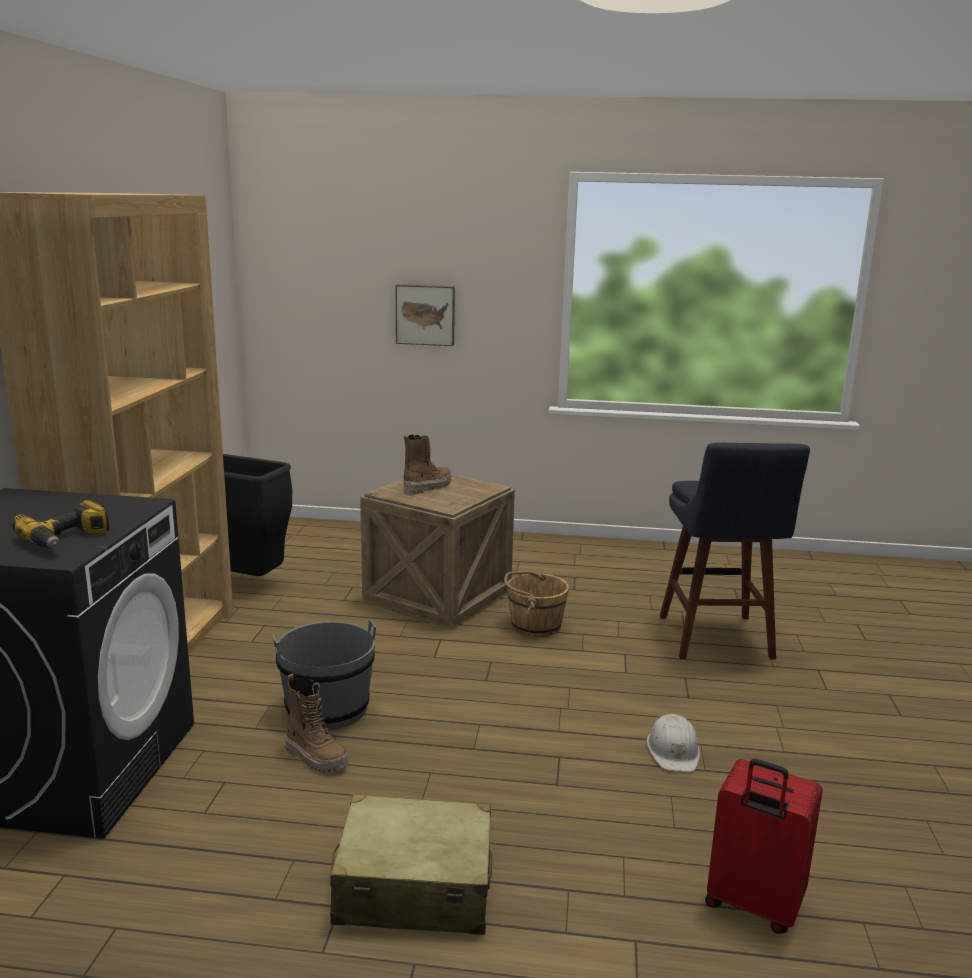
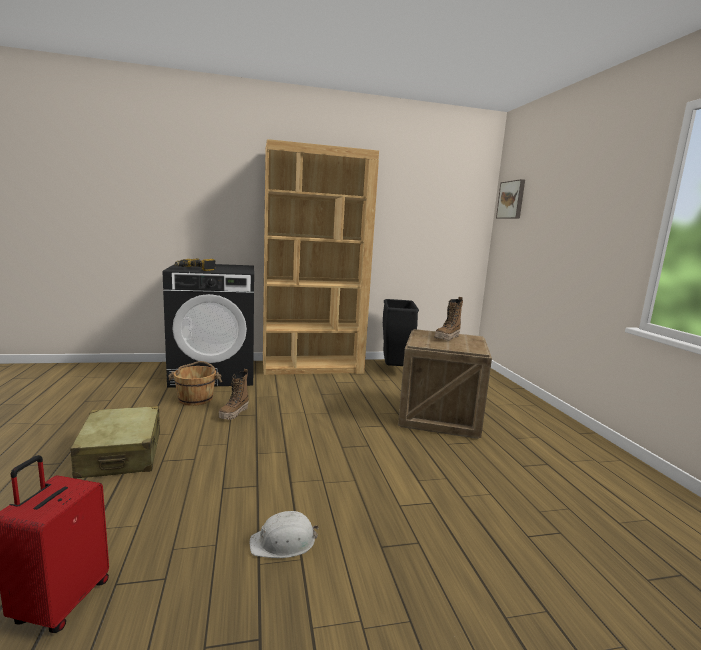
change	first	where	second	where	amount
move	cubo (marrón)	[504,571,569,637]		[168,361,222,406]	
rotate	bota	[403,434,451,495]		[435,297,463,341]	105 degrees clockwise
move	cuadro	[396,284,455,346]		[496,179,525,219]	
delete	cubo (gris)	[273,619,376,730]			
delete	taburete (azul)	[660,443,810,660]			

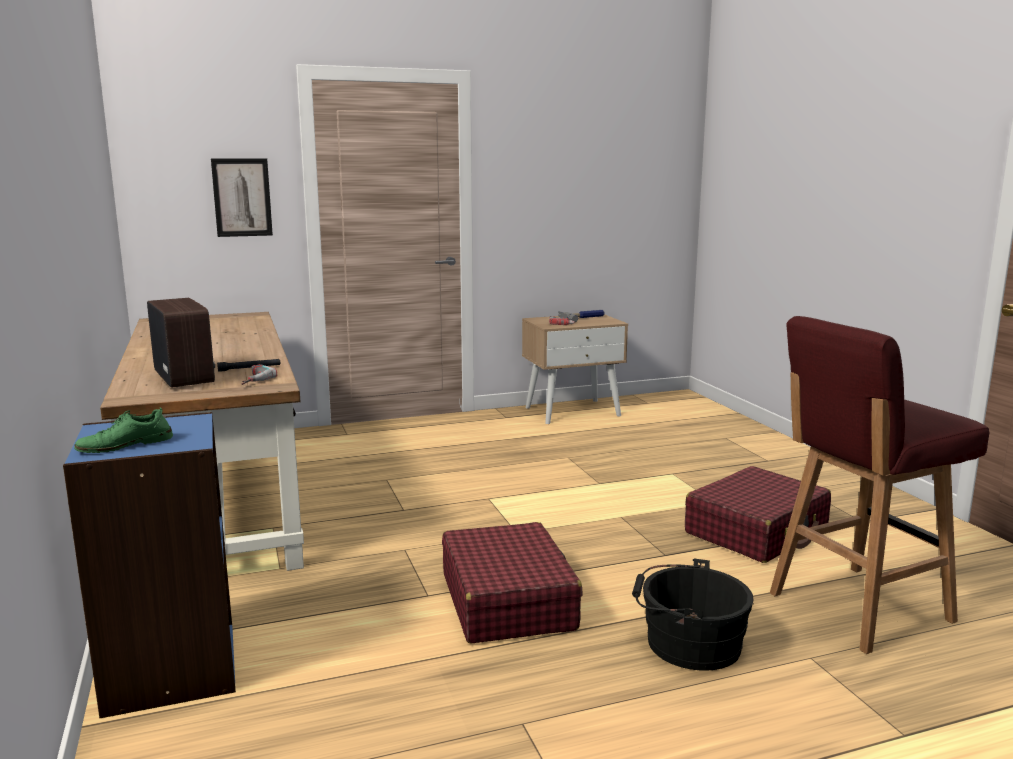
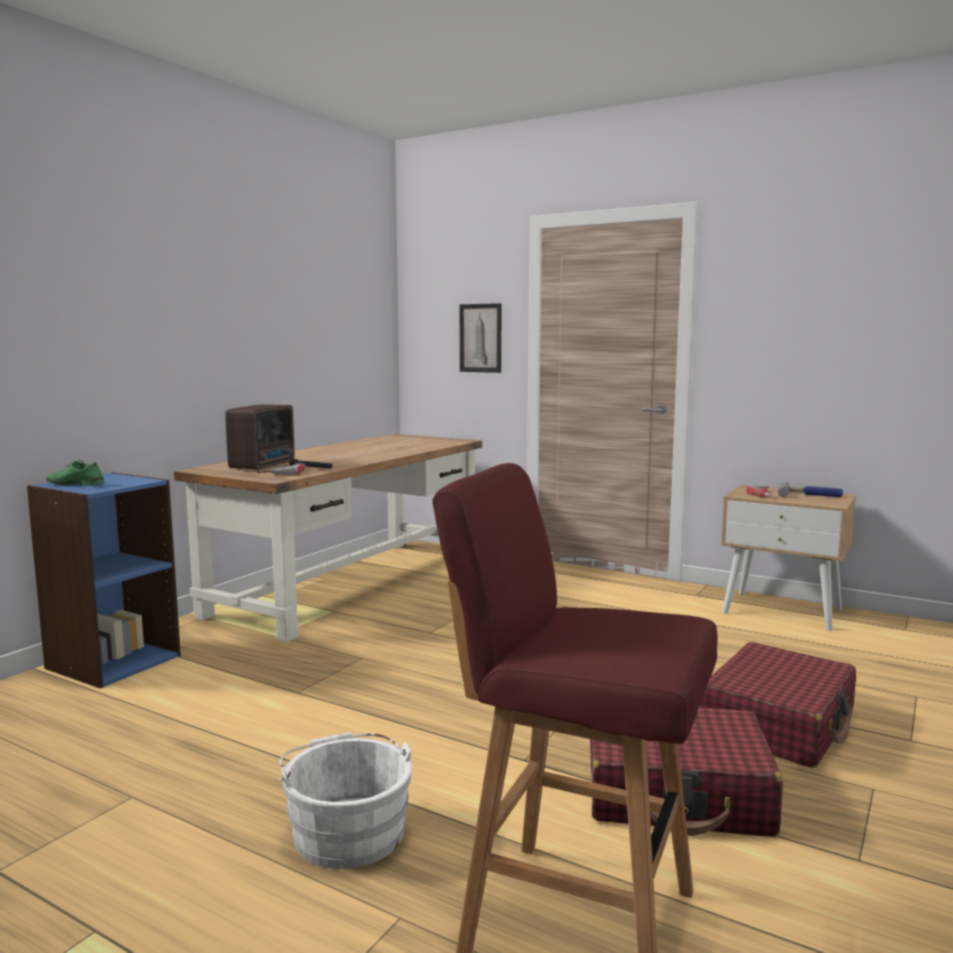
change	first	where	second	where	amount
recolor	cubo (negro)	[632,558,754,671]	cubo (blanco)	[279,732,413,869]	
move	maleta (rojo)	[442,522,583,643]		[699,642,856,768]	

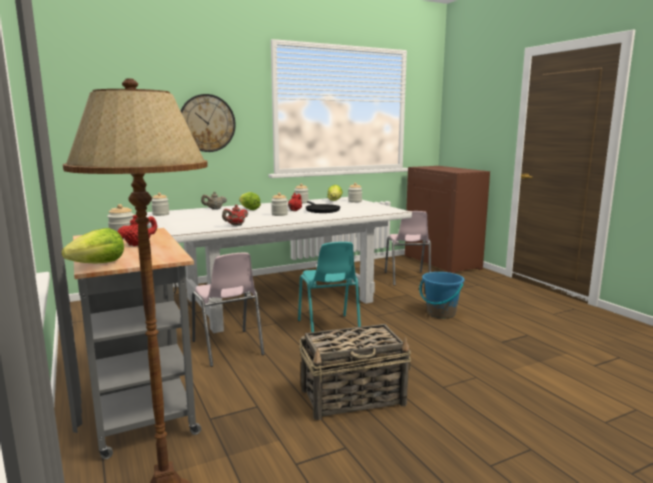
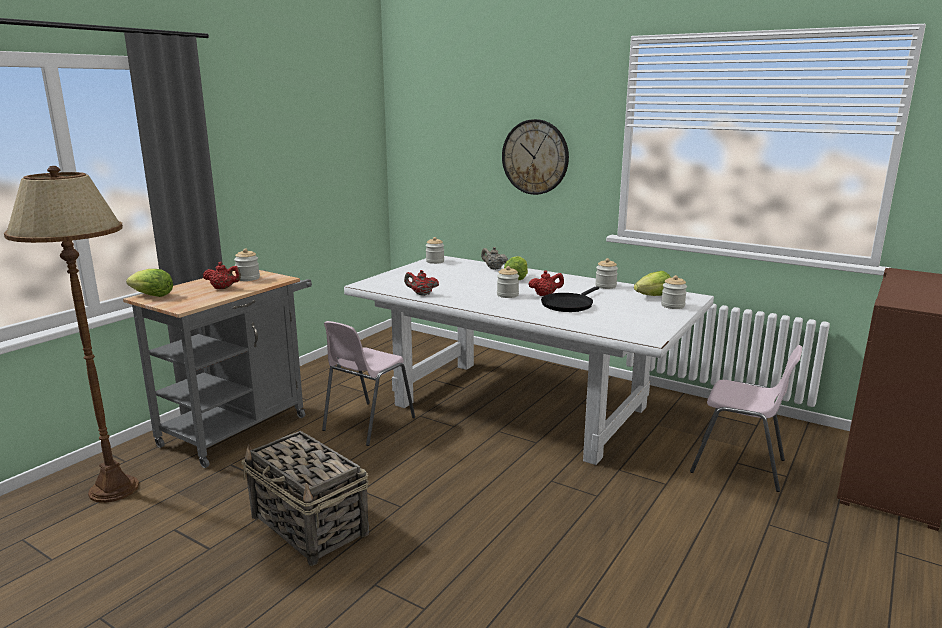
change	first	where	second	where	amount
rotate	silla (rosa)	[385,211,431,286]		[690,345,802,492]	120 degrees counterclockwise
delete	silla (turquesa)	[298,242,361,332]			
delete	cubo (azul)	[419,272,464,319]			

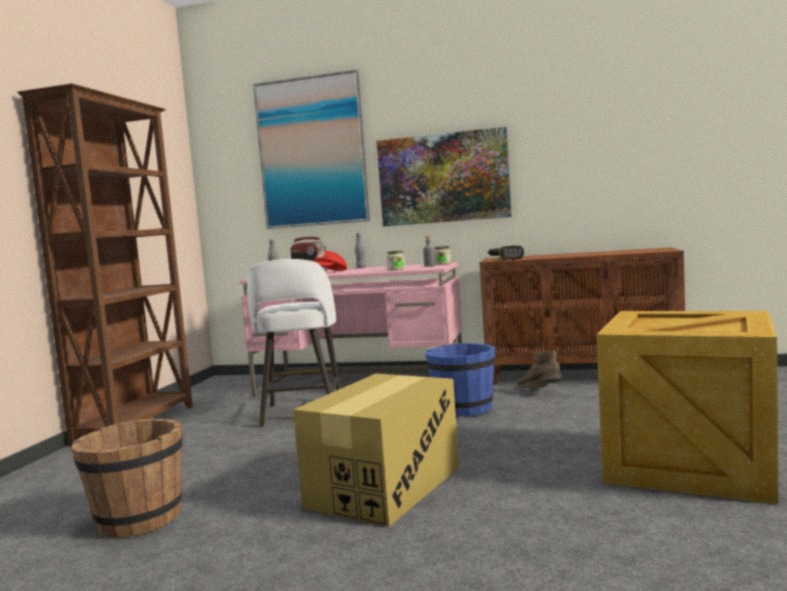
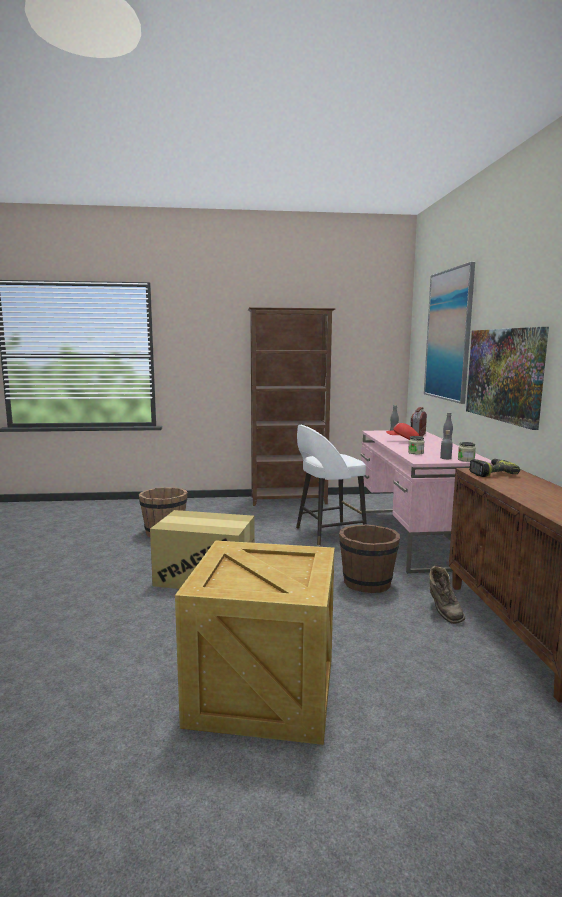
change	first	where	second	where	amount
recolor	cubo (azul)	[425,343,496,417]	cubo (marrón)	[339,524,400,593]	
rotate	bota (marrón)	[516,350,561,389]		[429,566,465,624]	135 degrees clockwise

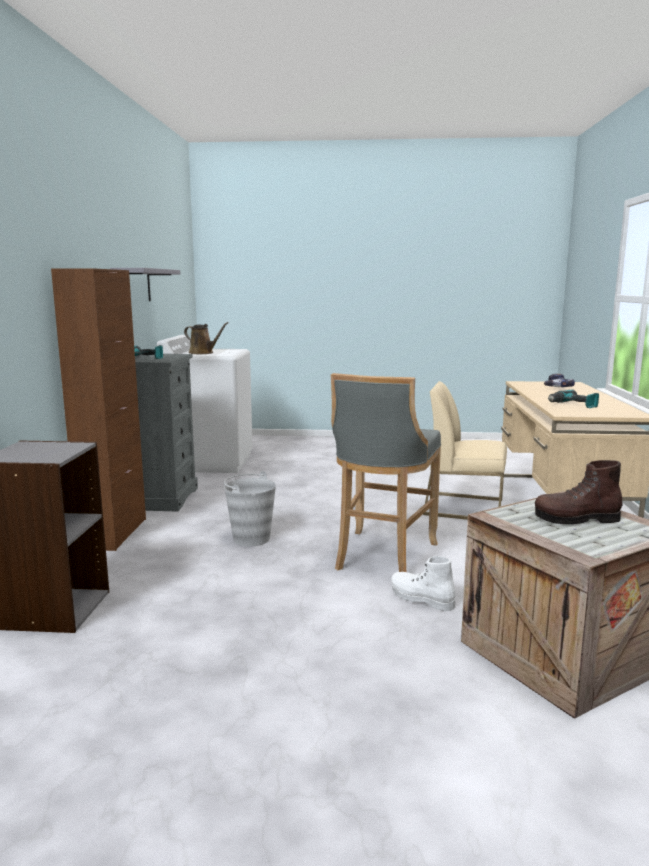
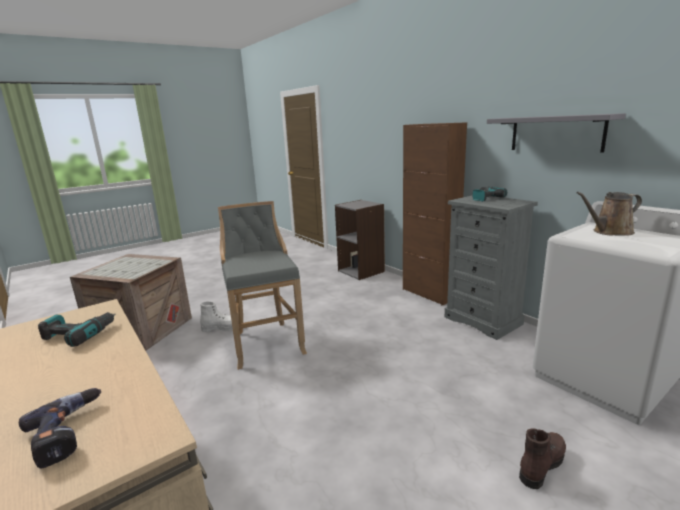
change	first	where	second	where	amount
move	bota (marrón)	[535,460,622,524]		[519,428,566,489]	
delete	cubo (gris)	[224,471,276,547]			
delete	silla (beis)	[423,381,507,520]			

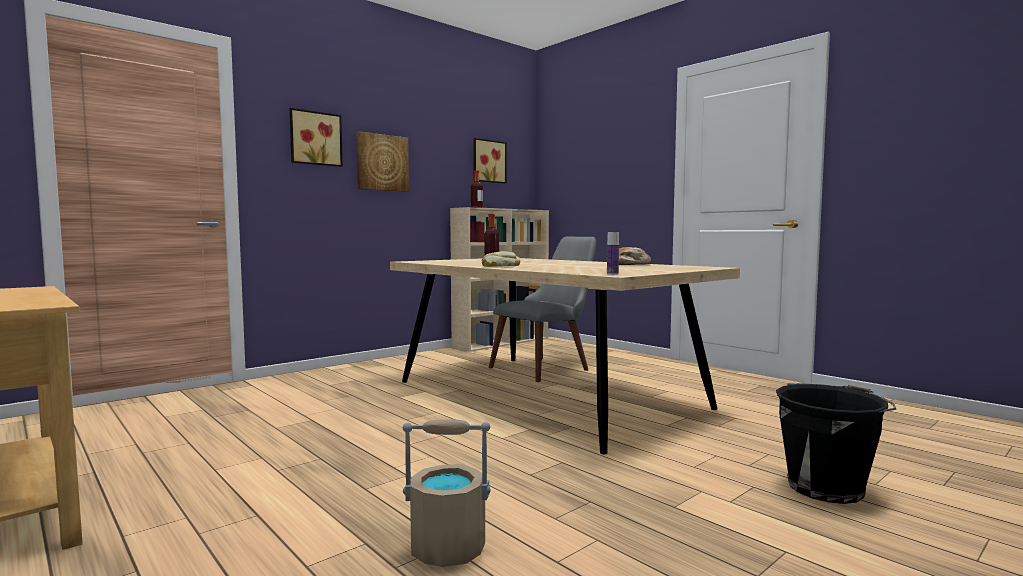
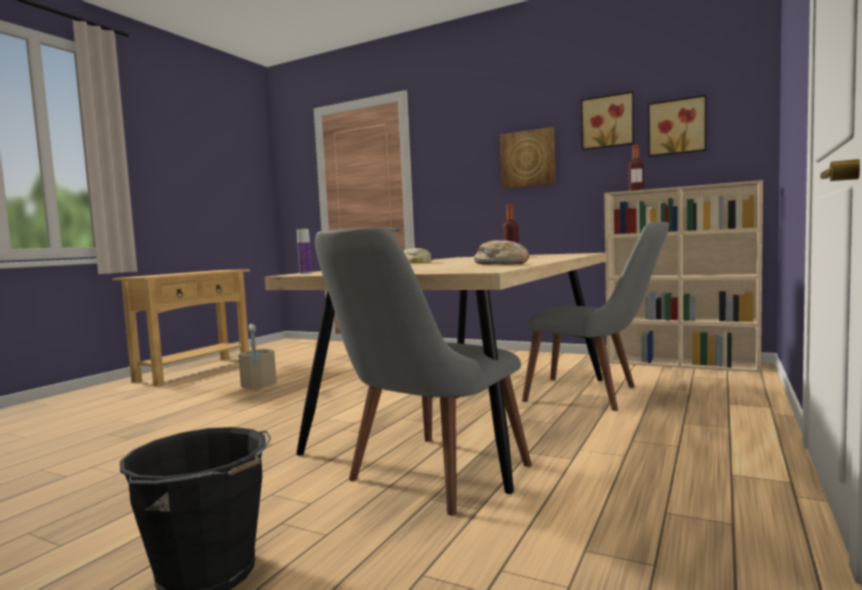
change	first	where	second	where	amount
move	cubo (beis)	[403,419,491,567]		[238,324,277,389]	
insert			silla (gris)	[315,227,532,516]	
move	cuadro	[290,108,343,167]		[581,91,634,150]	

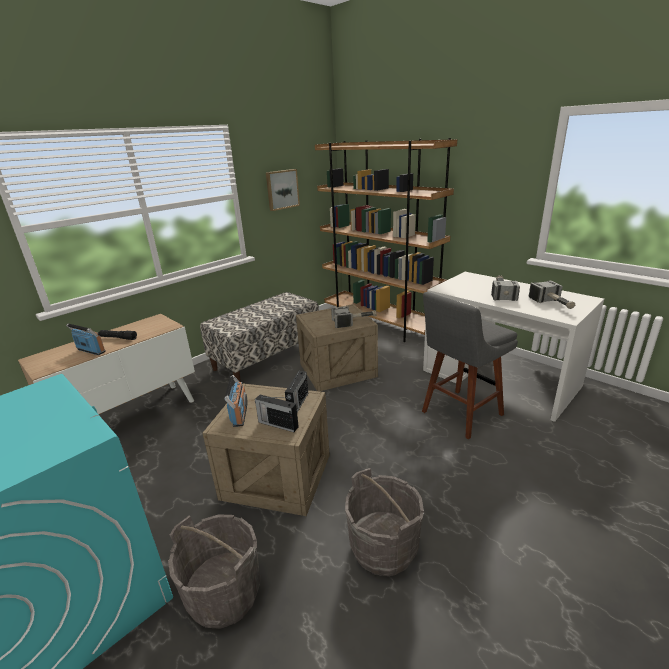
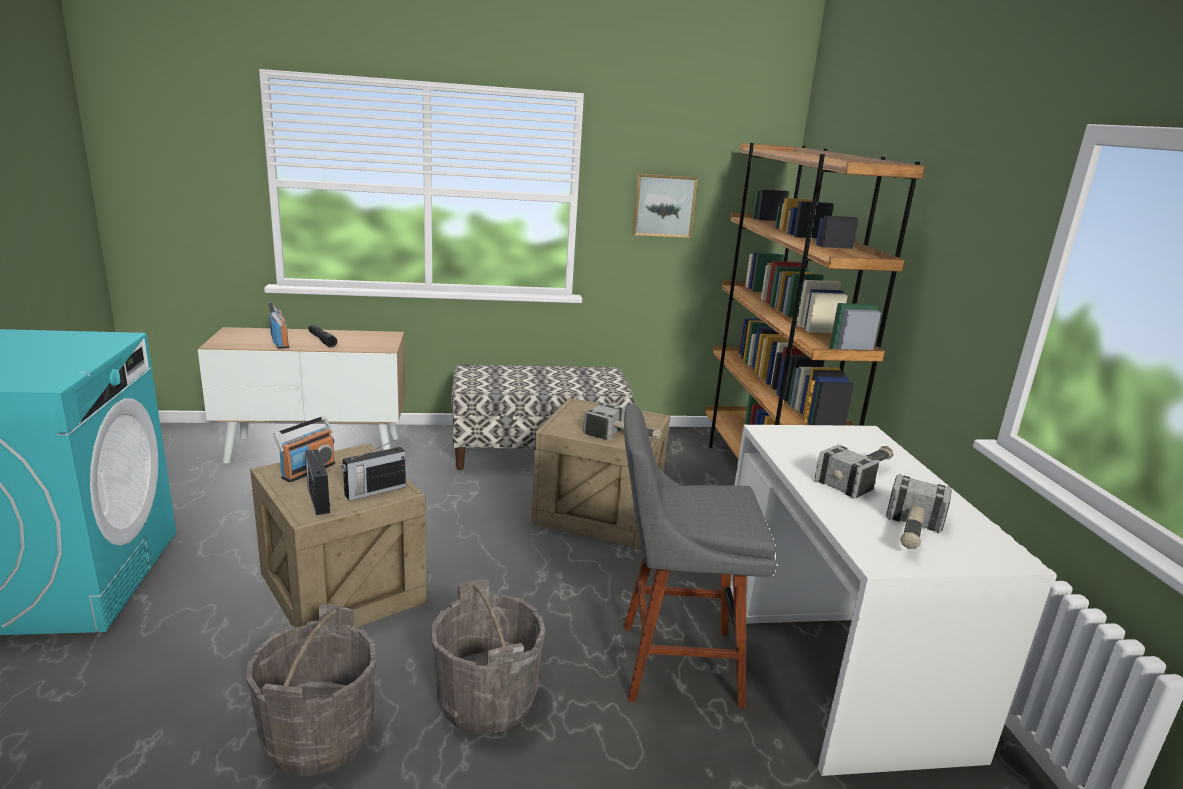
change	first	where	second	where	amount
move	cubo (gris)	[168,514,260,629]		[431,579,545,735]	

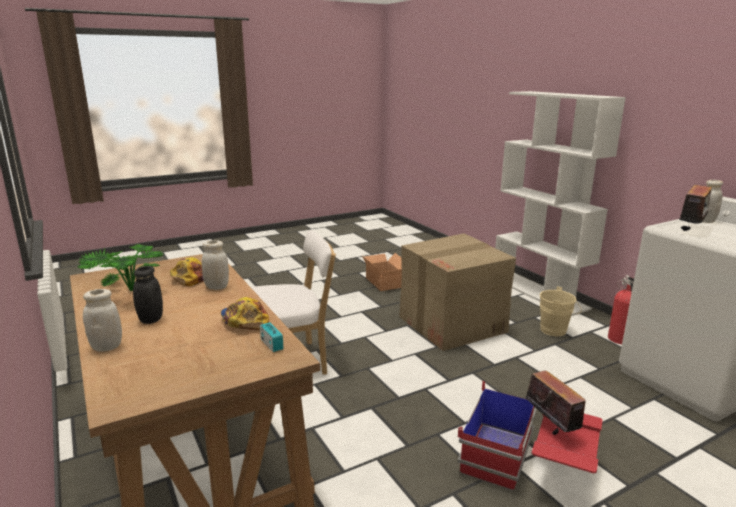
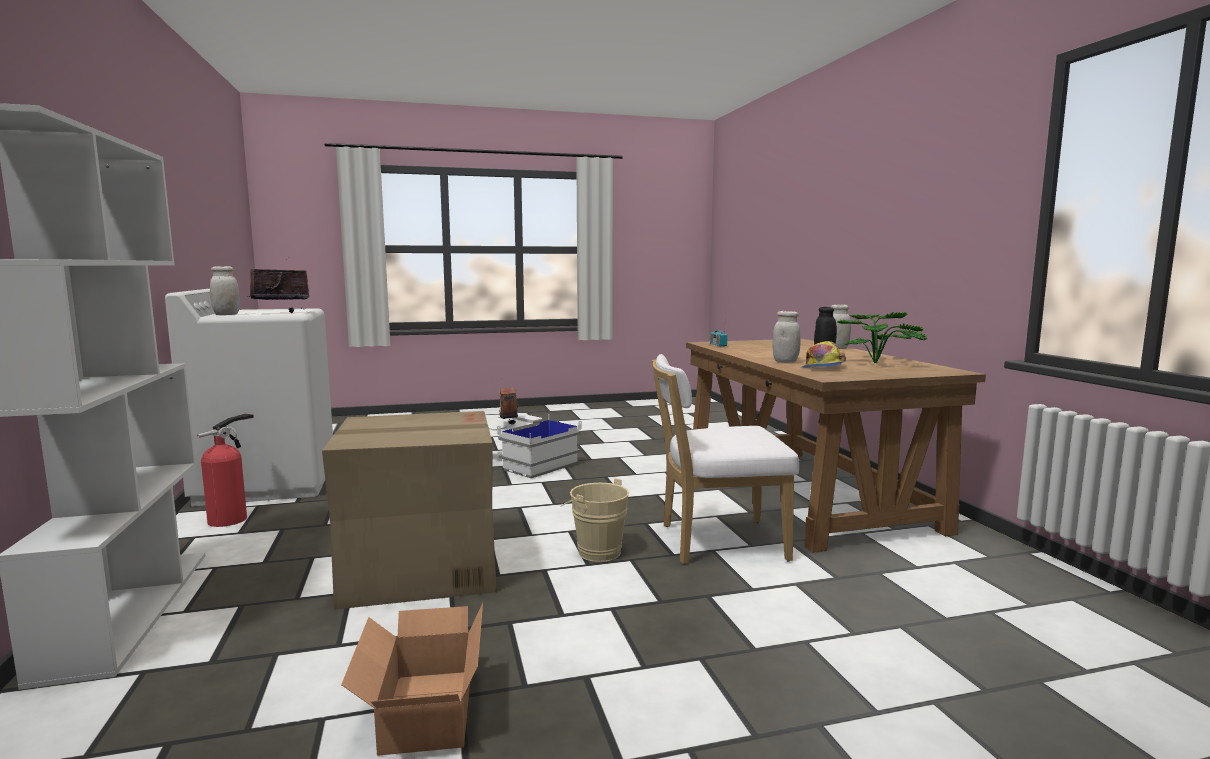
change	first	where	second	where	amount
recolor	caja de almacenaje (rojo)	[457,381,603,491]	caja de almacenaje (blanco)	[487,413,582,478]	
move	cubo (beis)	[540,287,582,336]		[561,478,629,562]	
delete	gorra	[221,297,269,330]			

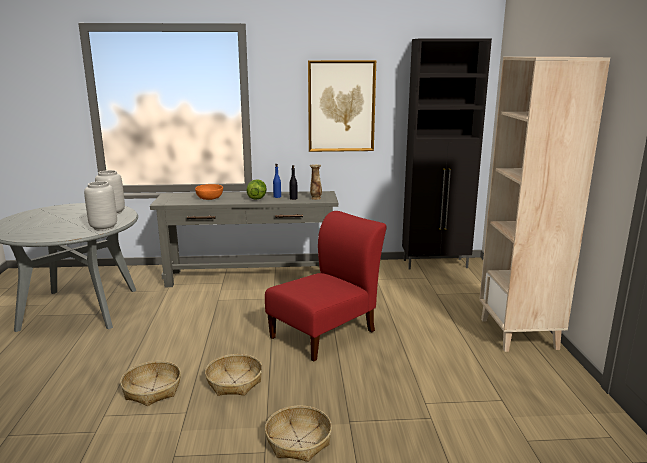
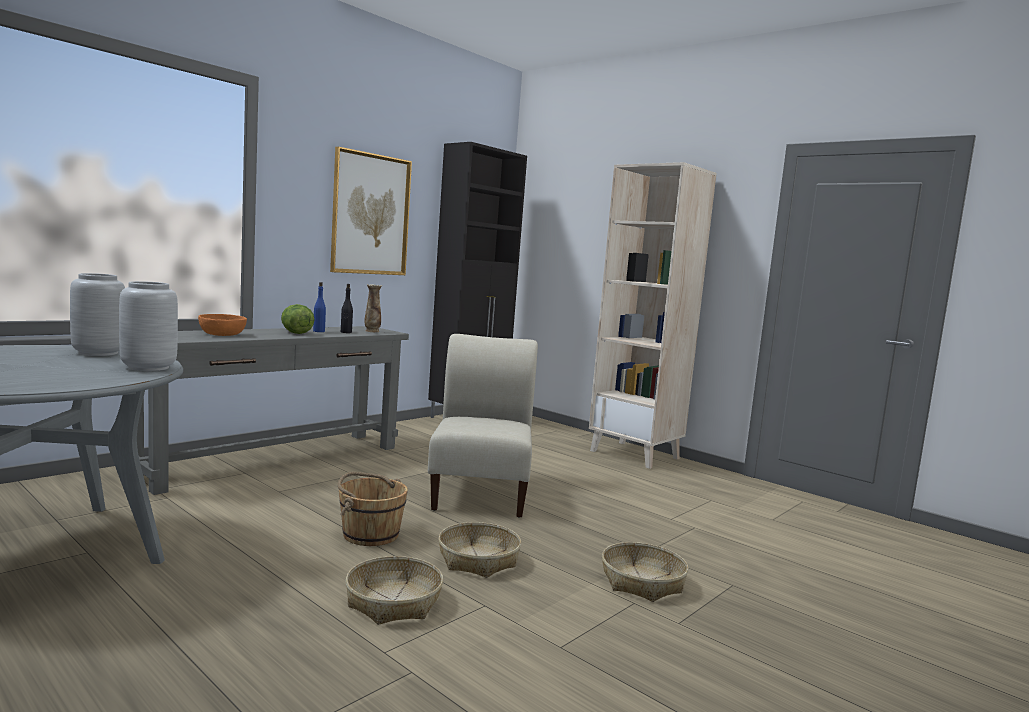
change	first	where	second	where	amount
insert			cubo (marrón)	[338,472,408,546]	
recolor	silla (rojo)	[265,211,387,361]	silla (beis)	[428,334,538,518]	

